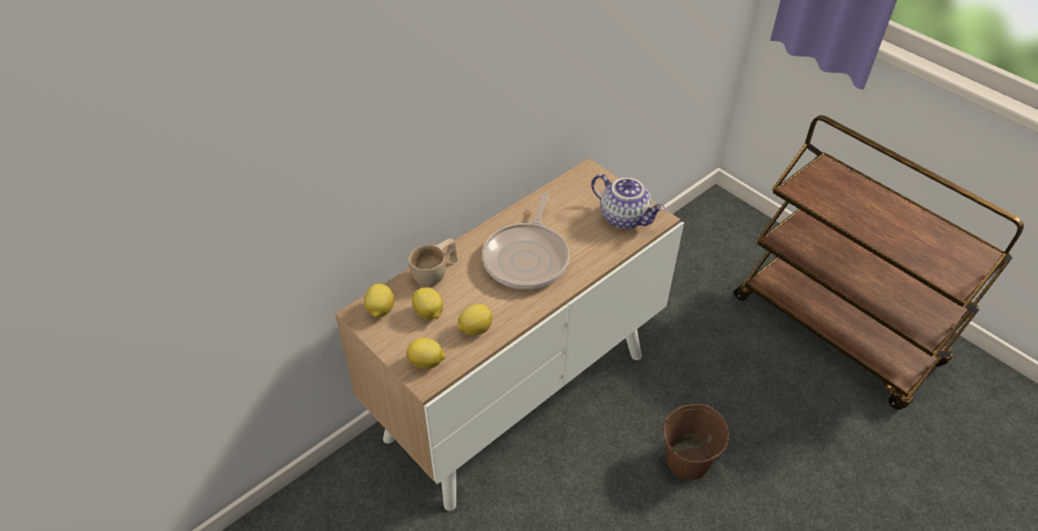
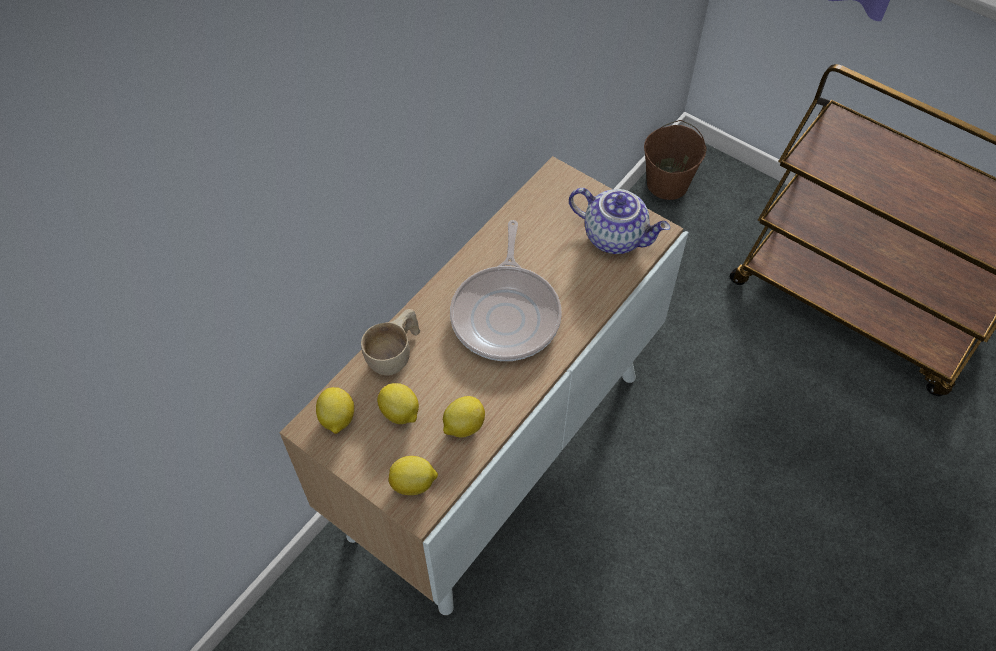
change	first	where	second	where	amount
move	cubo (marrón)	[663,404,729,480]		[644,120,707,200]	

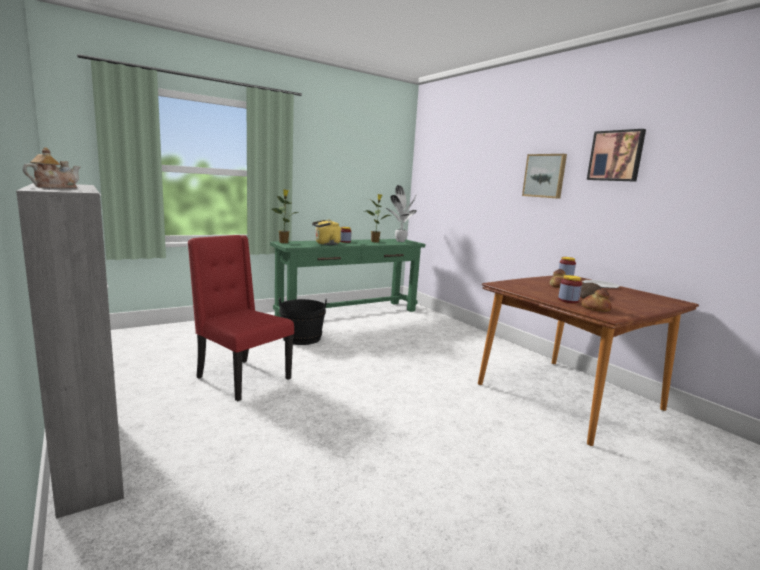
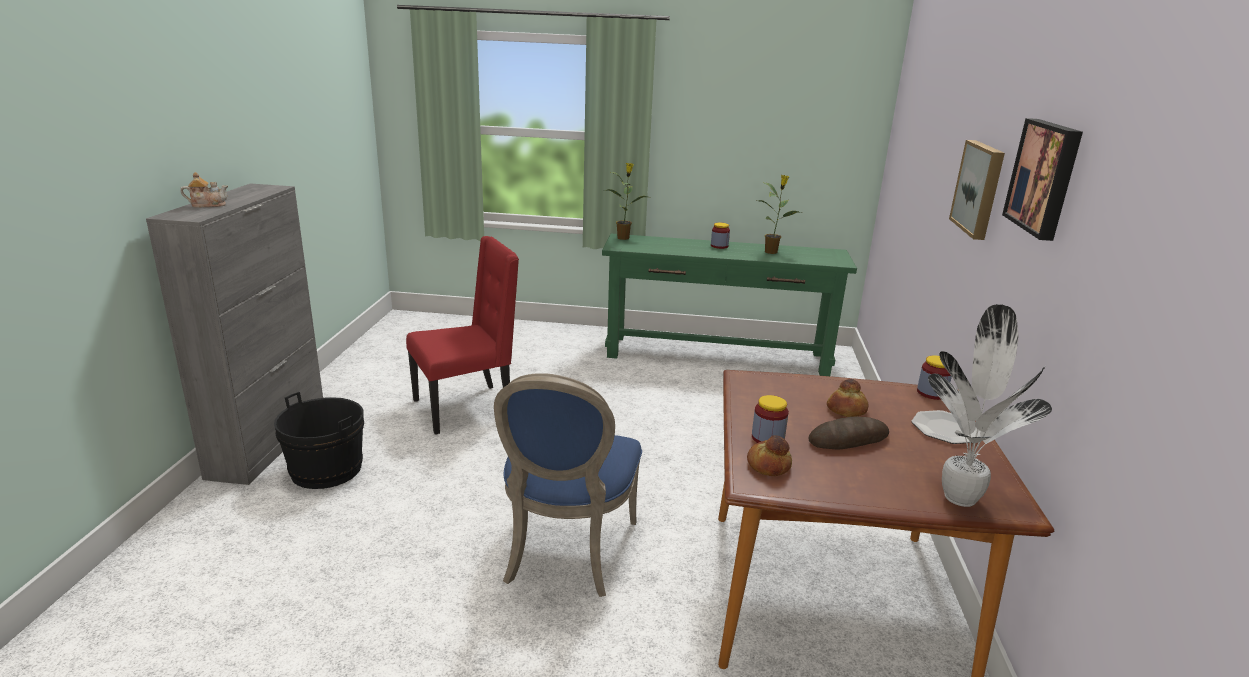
change	first	where	second	where	amount
move	cubo (negro)	[279,297,327,345]		[274,392,364,489]	
rotate	silla (rojo)	[187,235,294,401]		[406,236,519,434]	75 degrees clockwise
insert			silla (azul)	[494,373,642,597]	
move	planta en maceta	[386,185,417,242]		[928,304,1052,507]	
delete	hervidor (amarillo)	[312,219,341,245]			

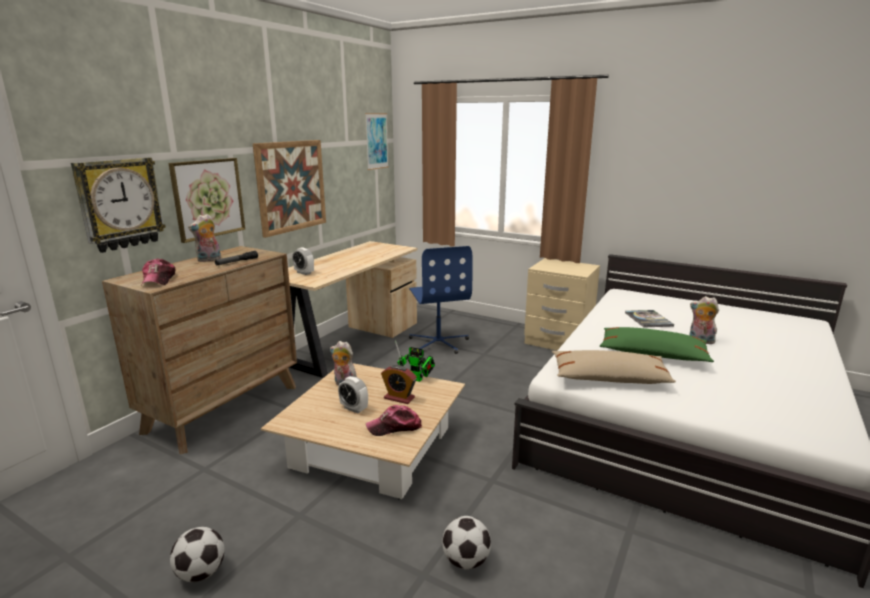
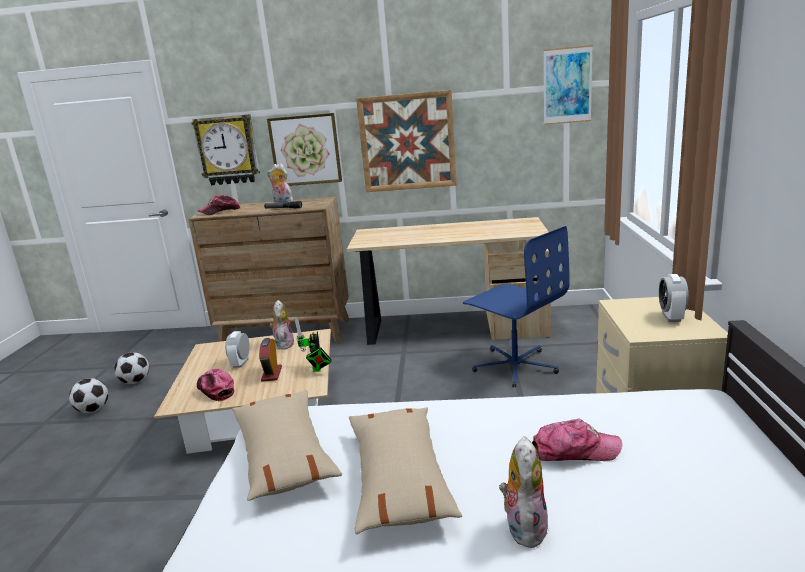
change	first	where	second	where	amount
move	balón de fútbol	[442,516,491,570]		[114,352,149,384]	
recolor	cojín (verde)	[600,327,714,362]	cojín (beis)	[349,408,462,534]	
rotate	silla de oficina (azul)	[409,246,472,354]		[463,226,570,387]	90 degrees counterclockwise
replace	libro	[625,310,674,327]	gorra	[532,418,622,461]	
move	despertador	[292,247,314,275]		[659,274,689,322]	

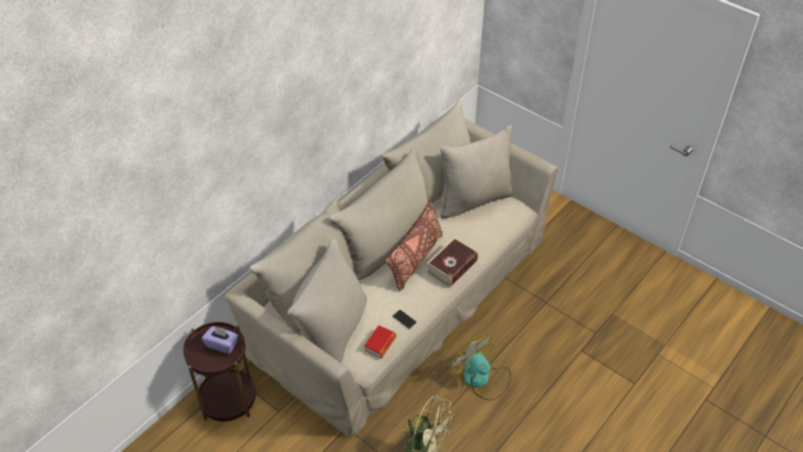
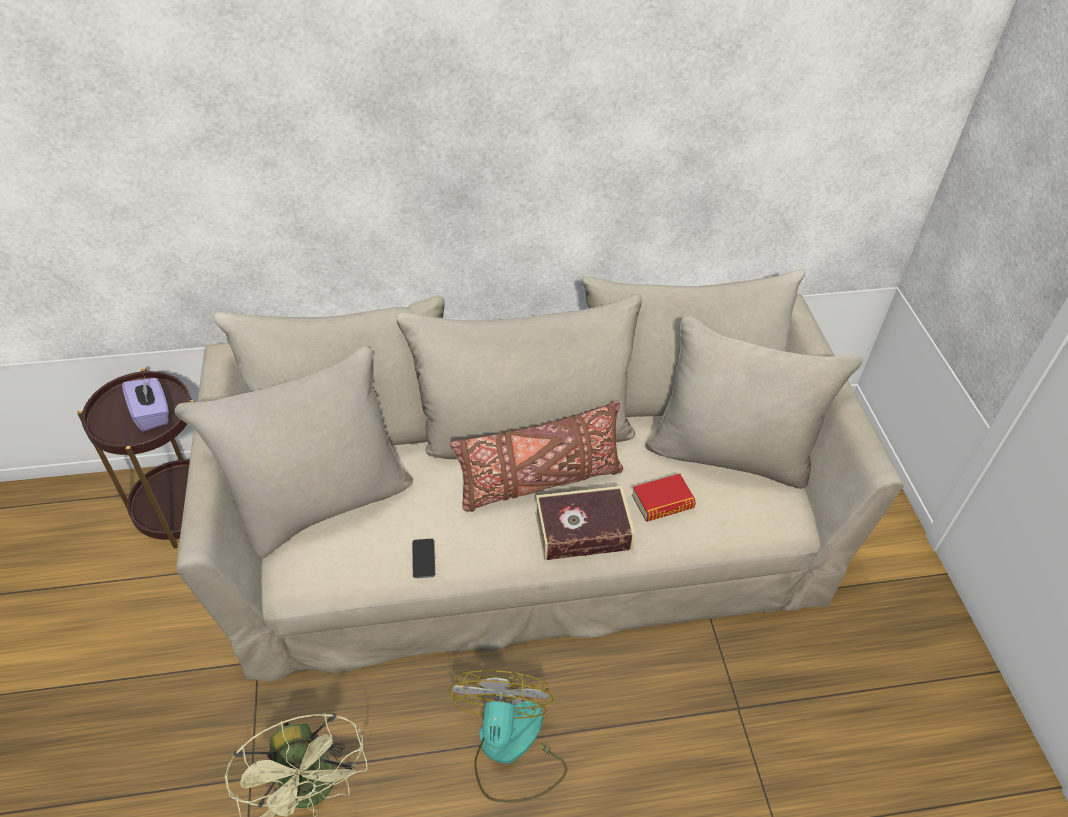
change	first	where	second	where	amount
move	libro	[364,325,396,358]		[632,474,696,522]	

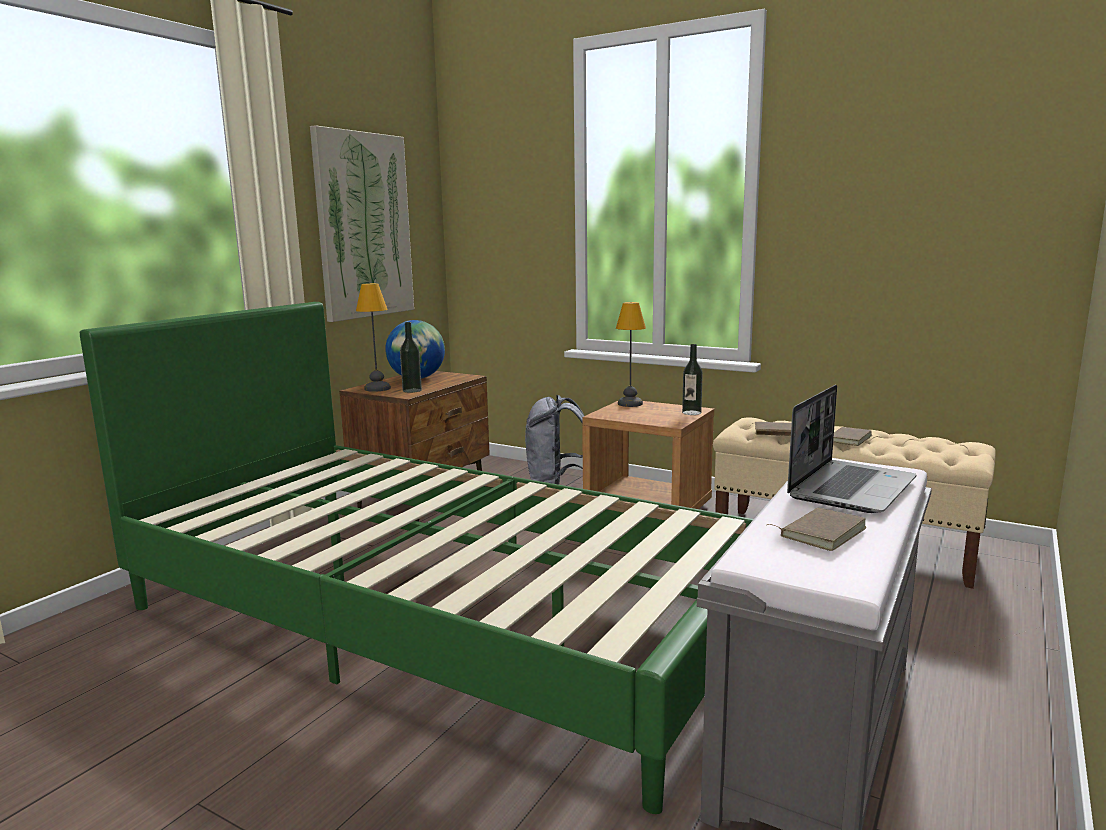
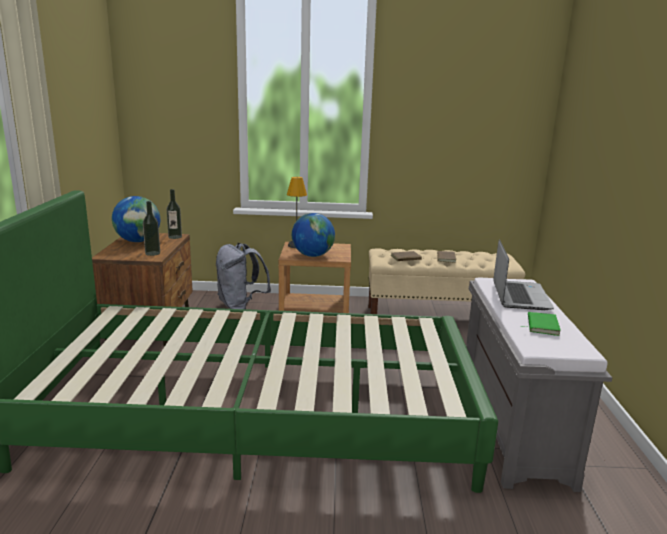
change	first	where	second	where	amount
move	botella	[682,344,703,415]		[167,189,182,239]	
insert			globo terráqueo	[292,213,335,257]	
recolor	libro (marrón)	[767,508,866,551]	libro (verde)	[521,312,561,336]	
delete	cuadro	[310,125,414,322]			
delete	lámpara de mesa	[356,283,391,392]			

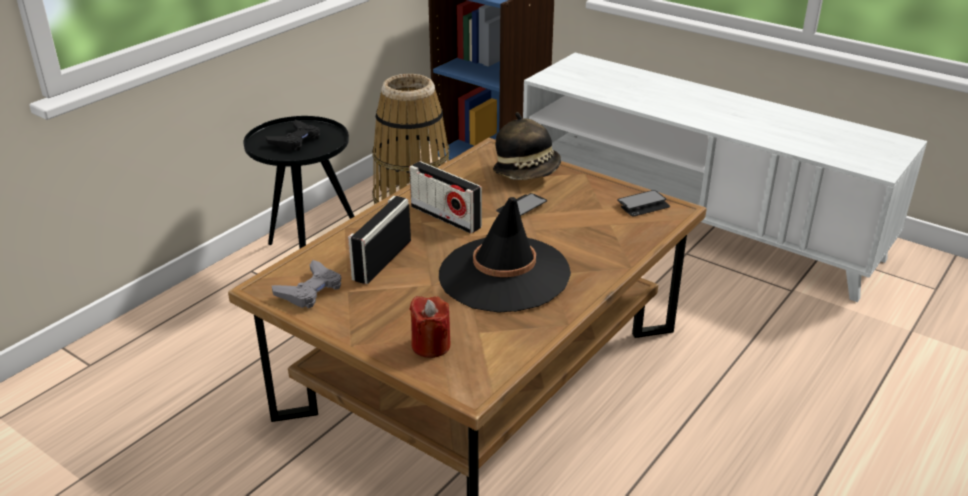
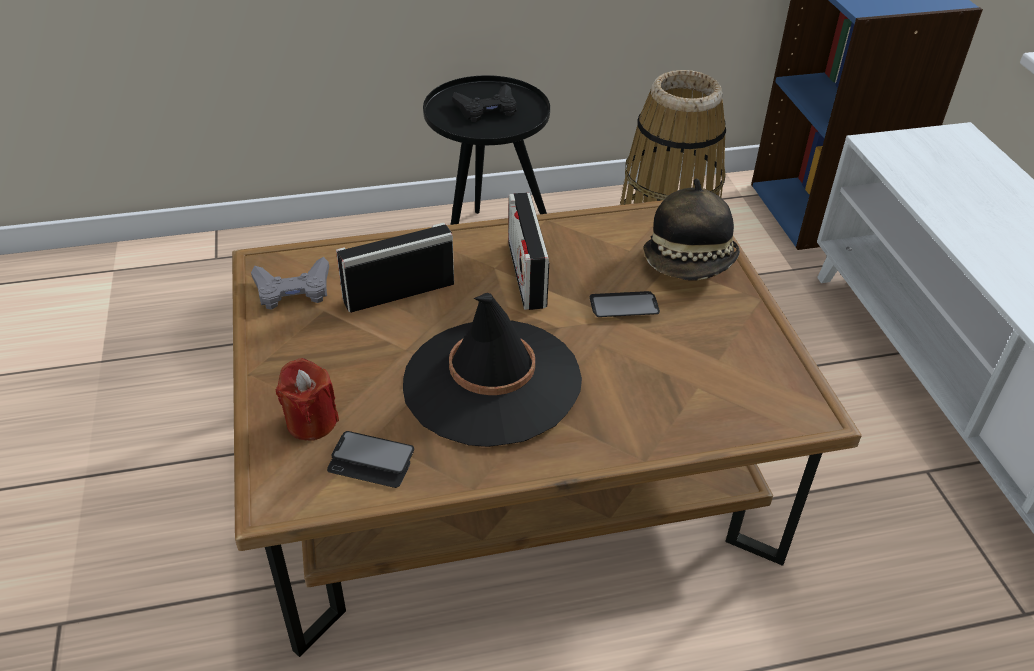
change	first	where	second	where	amount
move	móvil	[617,190,670,217]		[327,431,414,488]	

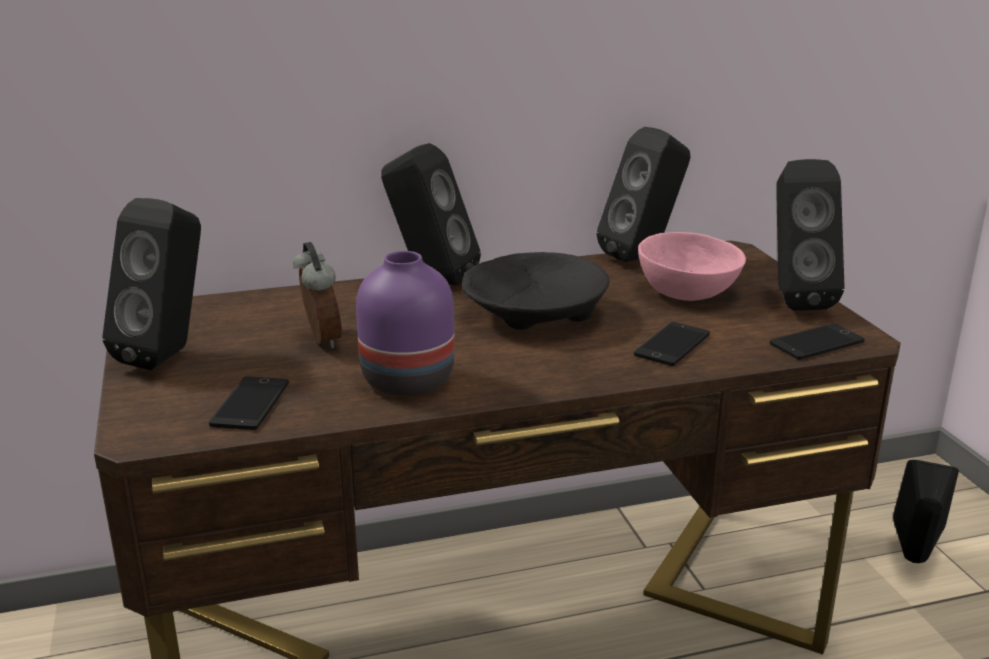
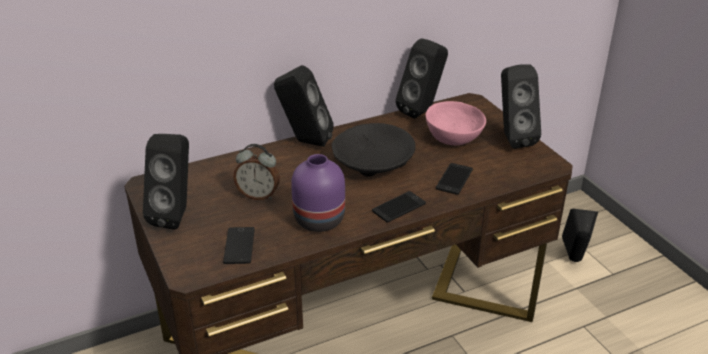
change	first	where	second	where	amount
rotate	despertador	[293,242,342,349]		[233,144,280,200]	135 degrees clockwise
move	móvil	[770,323,865,360]		[372,191,426,223]	

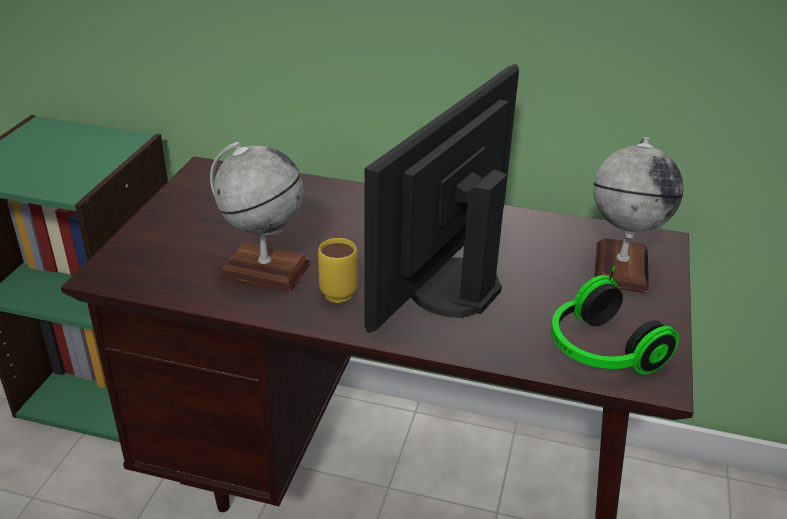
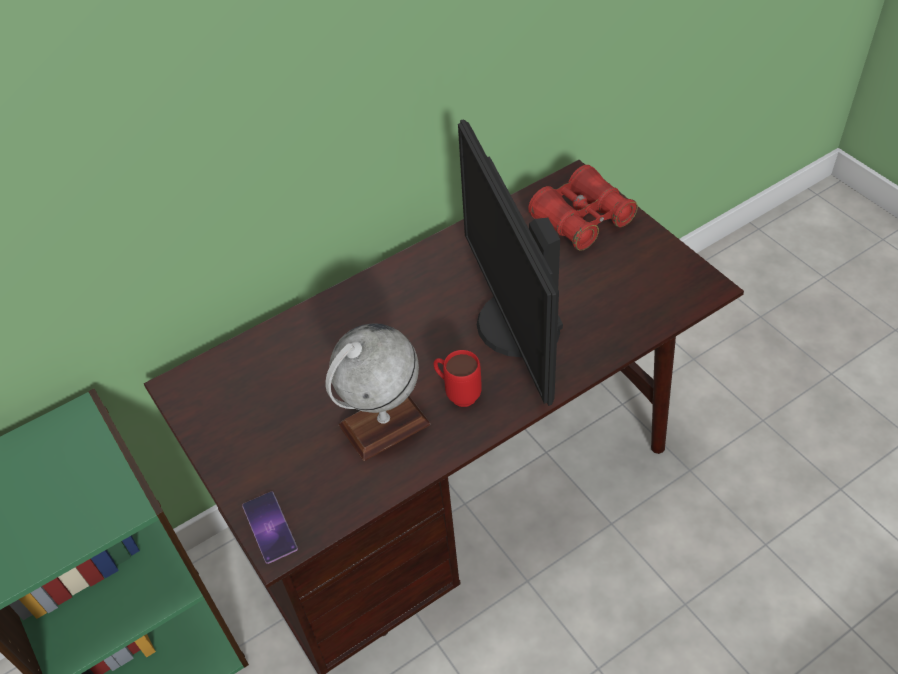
change	first	where	second	where	amount
insert			móvil	[242,491,298,564]	
recolor	taza grande (amarillo)	[318,238,358,303]	taza grande (rojo)	[433,350,482,407]	
replace	globo terráqueo	[593,137,683,293]	prismáticos (rojo)	[528,165,638,251]	
delete	auriculares	[551,266,679,375]			

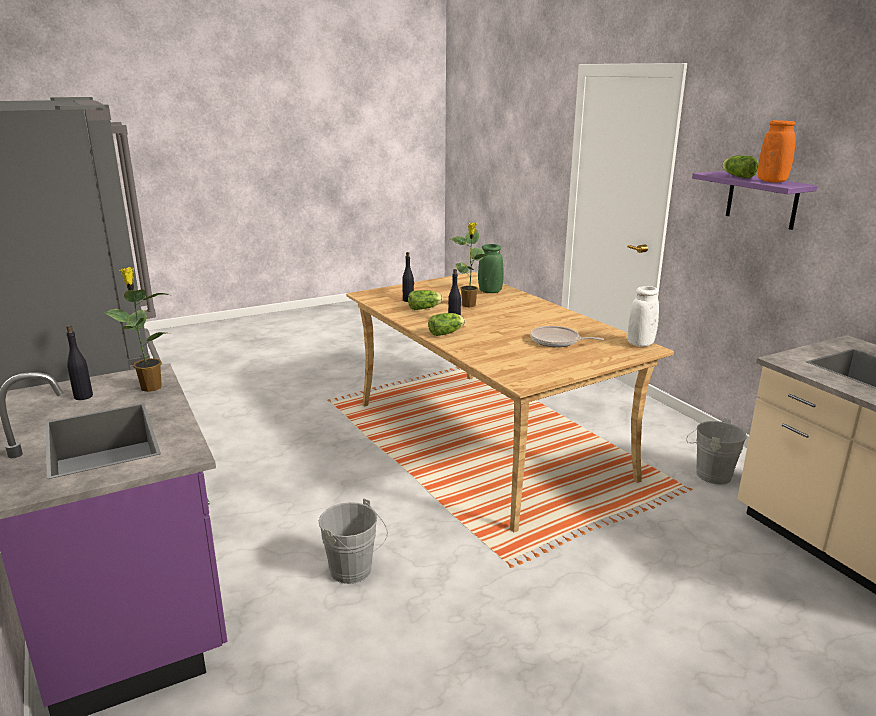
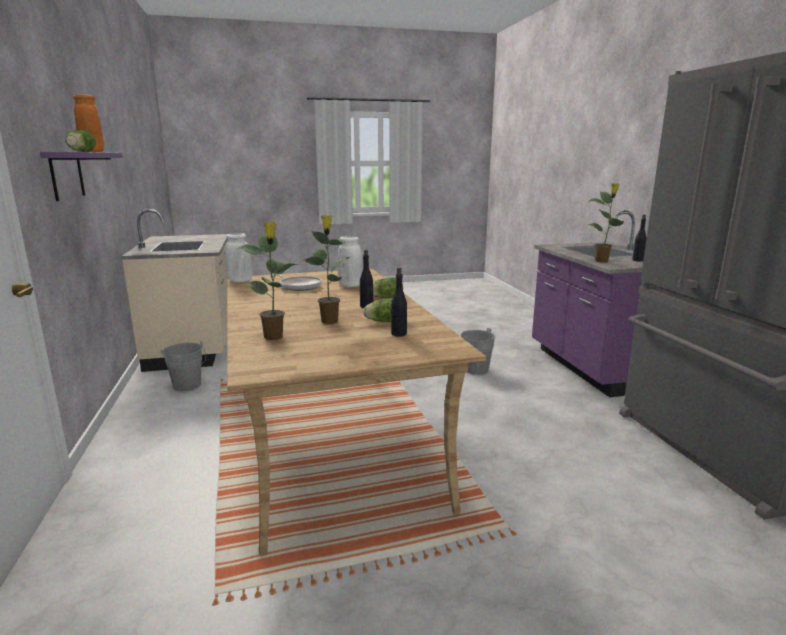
change	first	where	second	where	amount
replace	florero (verde)	[478,244,504,293]	planta en maceta	[237,222,300,340]	
insert			florero (blanco)	[338,236,362,287]	

